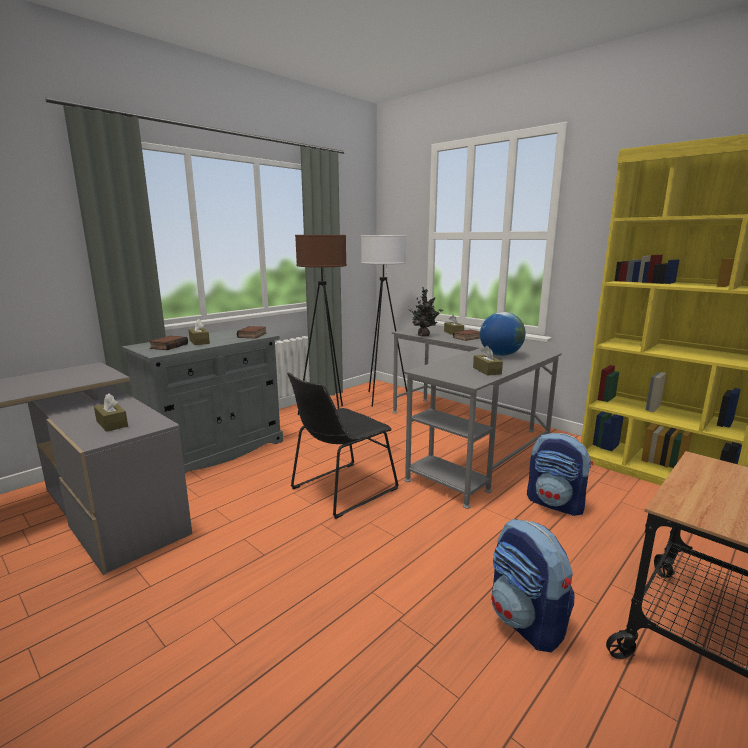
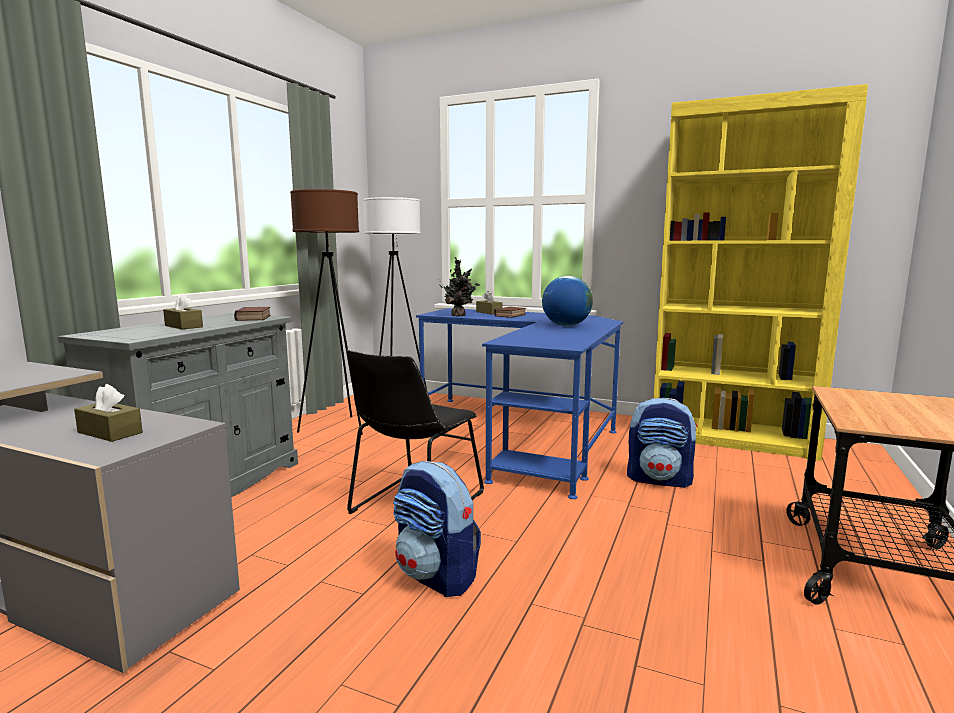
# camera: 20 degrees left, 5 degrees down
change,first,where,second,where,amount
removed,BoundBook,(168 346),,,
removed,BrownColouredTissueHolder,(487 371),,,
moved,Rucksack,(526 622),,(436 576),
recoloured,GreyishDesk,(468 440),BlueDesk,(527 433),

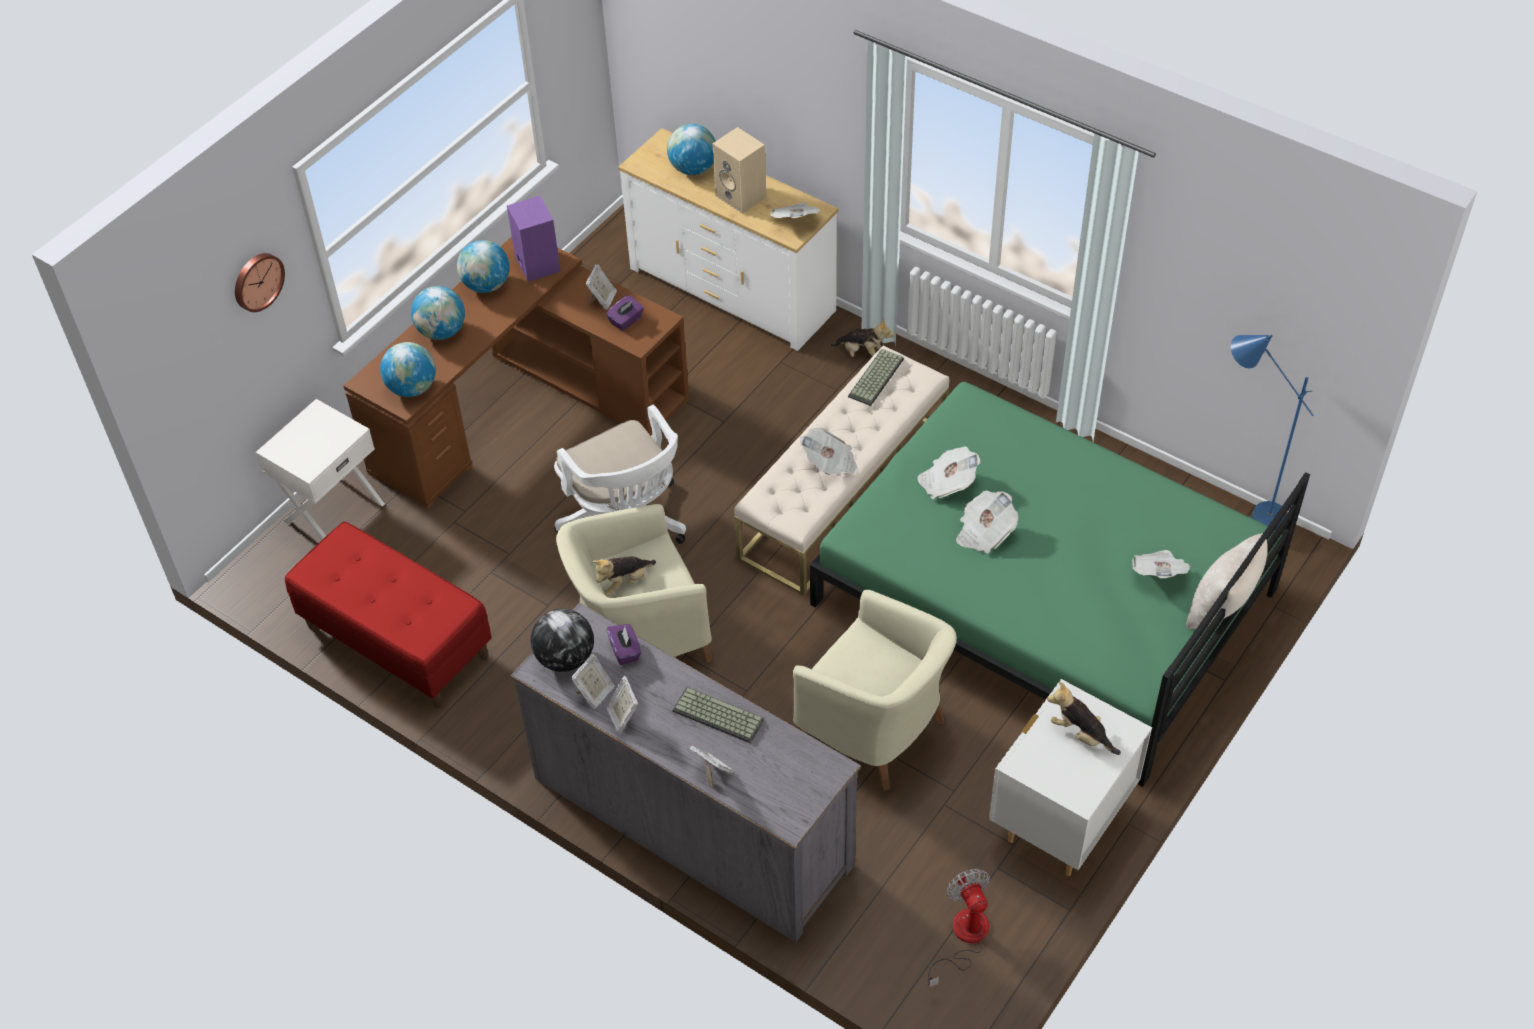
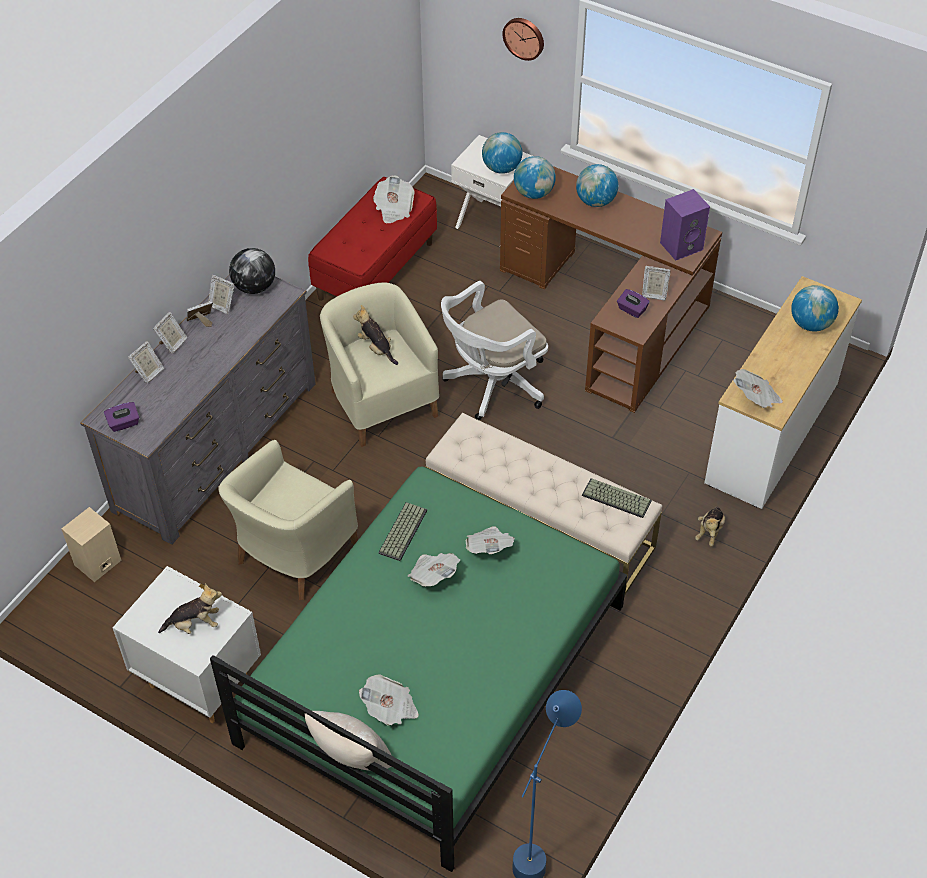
# camera: 85 degrees right, 0 degrees up
change,first,where,second,where,amount
removed,ElectricFan,(963 938),,,
added,,,PictureFrame,(172 344),
moved,Globe,(486 285),,(501 168),
moved,PurplishTissueHolder,(625 651),,(124 423),
moved,ComputerKeyboard,(716 716),,(402 530),
moved,BeigeColouredLoudspeaker,(742 196),,(97 564),
moved,DailyPaper,(830 463),,(394 209),
turned,CuddlyToy,(1080 734),,(195 624),45 degrees clockwise

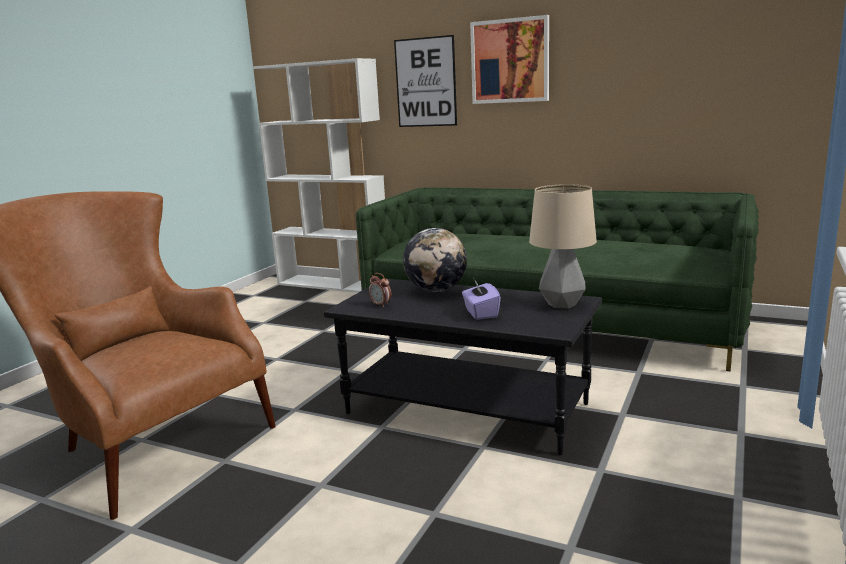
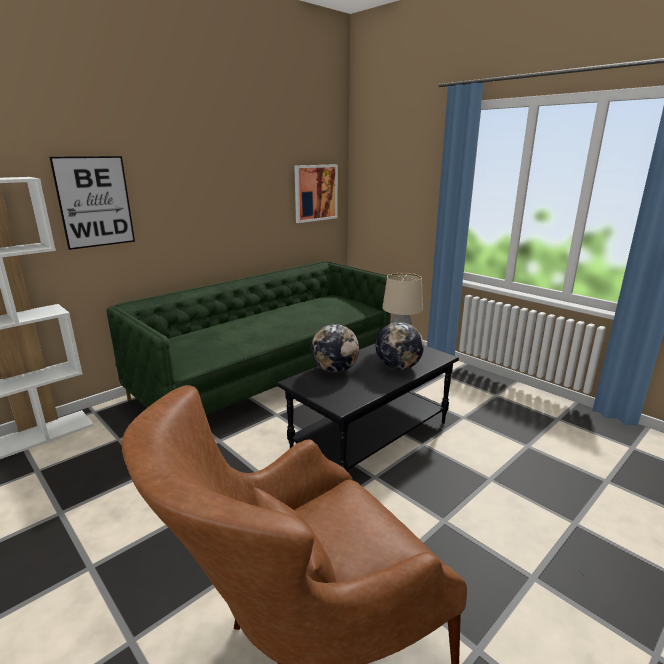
# camera: 70 degrees left, 5 degrees up
change,first,where,second,where,amount
removed,TableClock,(381 305),,,
moved,WallPicture,(510 61),,(315 193),
replaced,PurplishTissueHolder,(480 313),Globe,(398 367),

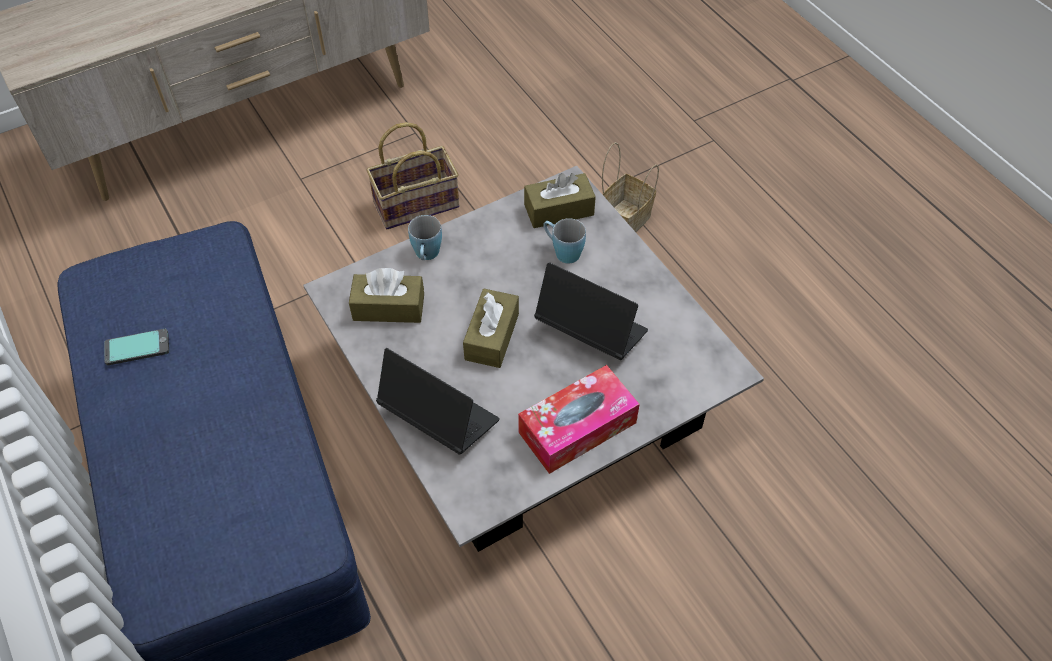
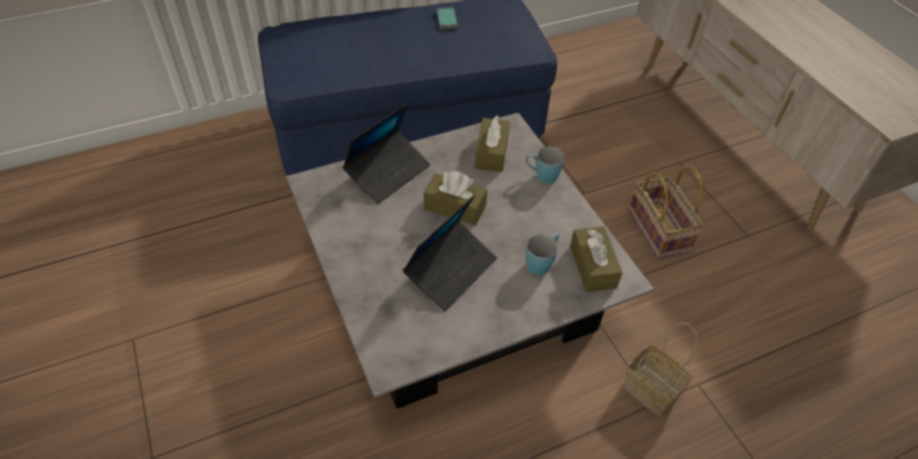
# camera: 95 degrees right, 5 degrees down
change,first,where,second,where,amount
removed,TissueHolder,(577 427),,,

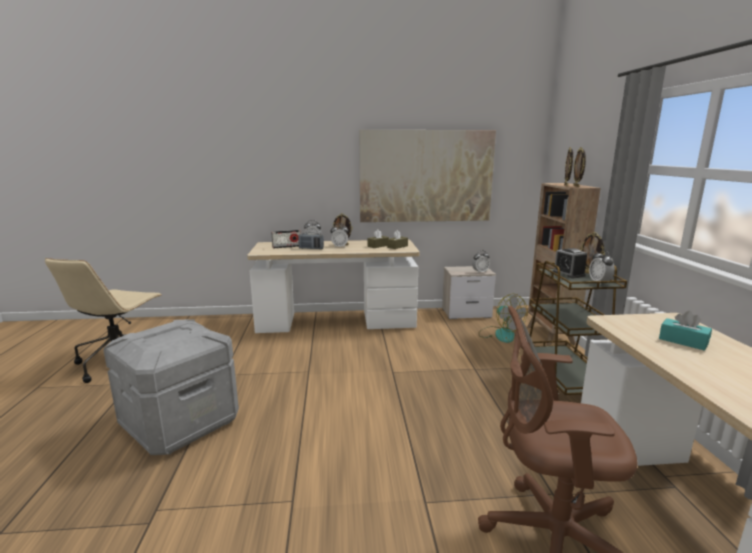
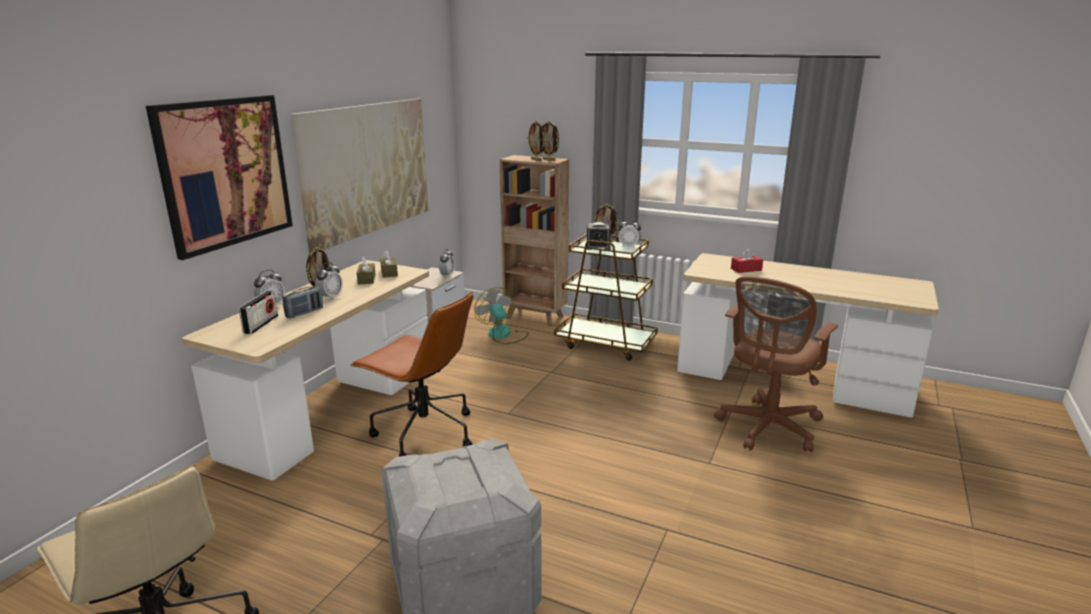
# camera: 60 degrees left, 5 degrees up
change,first,where,second,where,amount
added,,,WallPicture,(225 173),
added,,,BrownColouredOfficeChair,(423 433),
recoloured,TurquoiseColouredTissueHolder,(683 341),RedColouredTissueHolder,(746 269),
turned,ElectricFan,(500 334),,(503 335),120 degrees counterclockwise

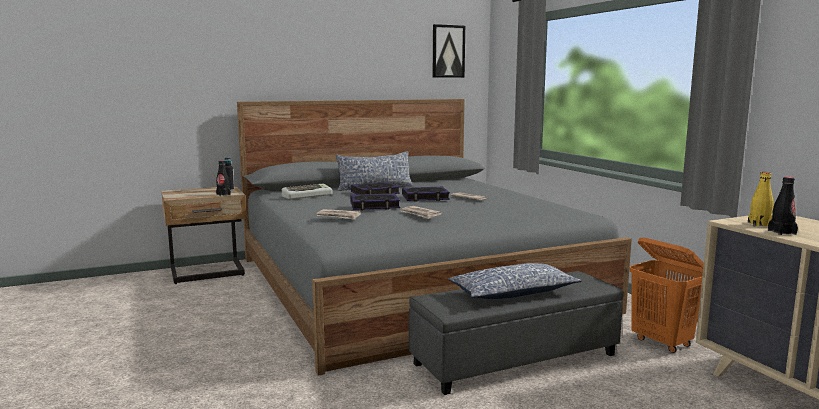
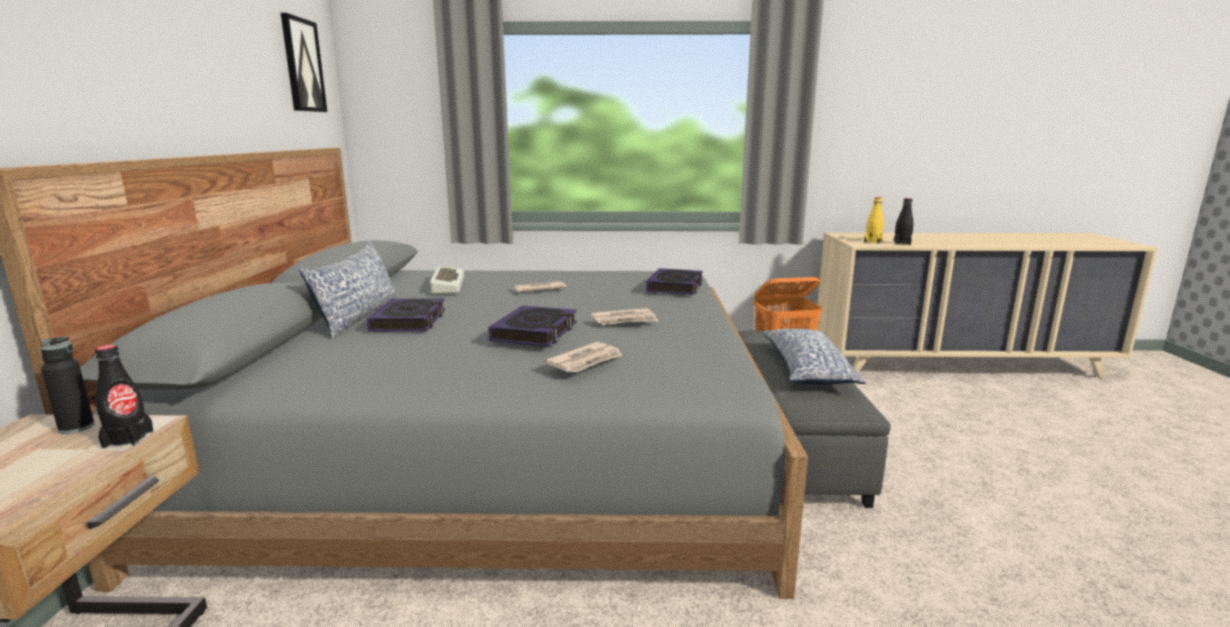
# camera: 65 degrees left, 5 degrees up
change,first,where,second,where,amount
moved,ComputerKeyboard,(307 195),,(446 286),
moved,BoundBook,(425 197),,(675 287),

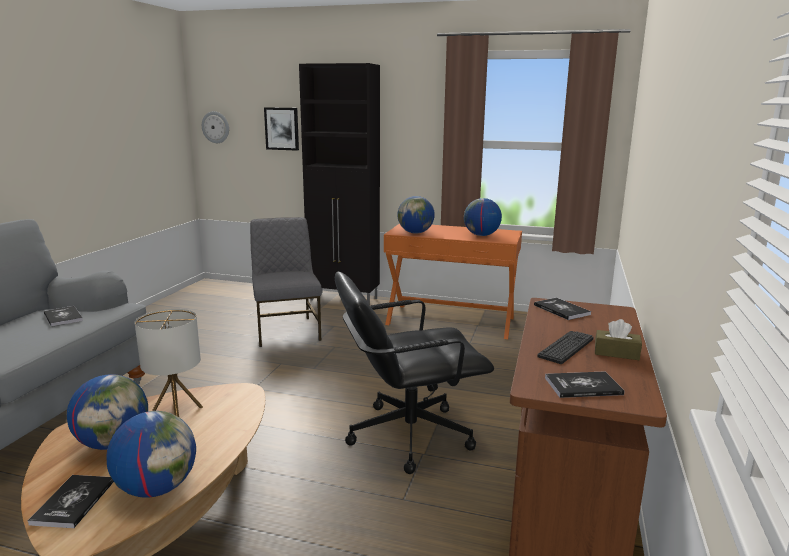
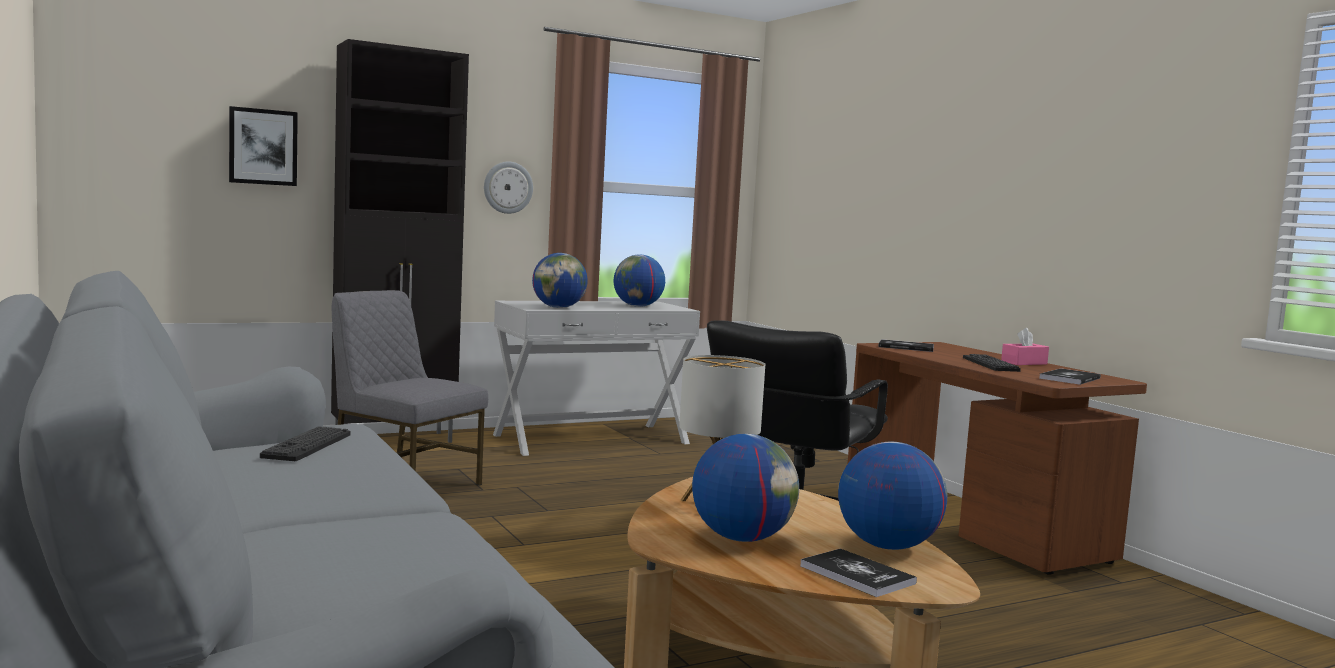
# camera: 45 degrees left, 10 degrees down
change,first,where,second,where,amount
moved,WallClock,(216 127),,(508 187),
replaced,BoundBook,(63 317),ComputerKeyboard,(307 445),
recoloured,OrangeConsoleTable,(451 321),WhiteColouredConsoleTable,(591 439),
recoloured,BrownColouredTissueHolder,(616 353),PinkColouredTissueHolder,(1024 363),

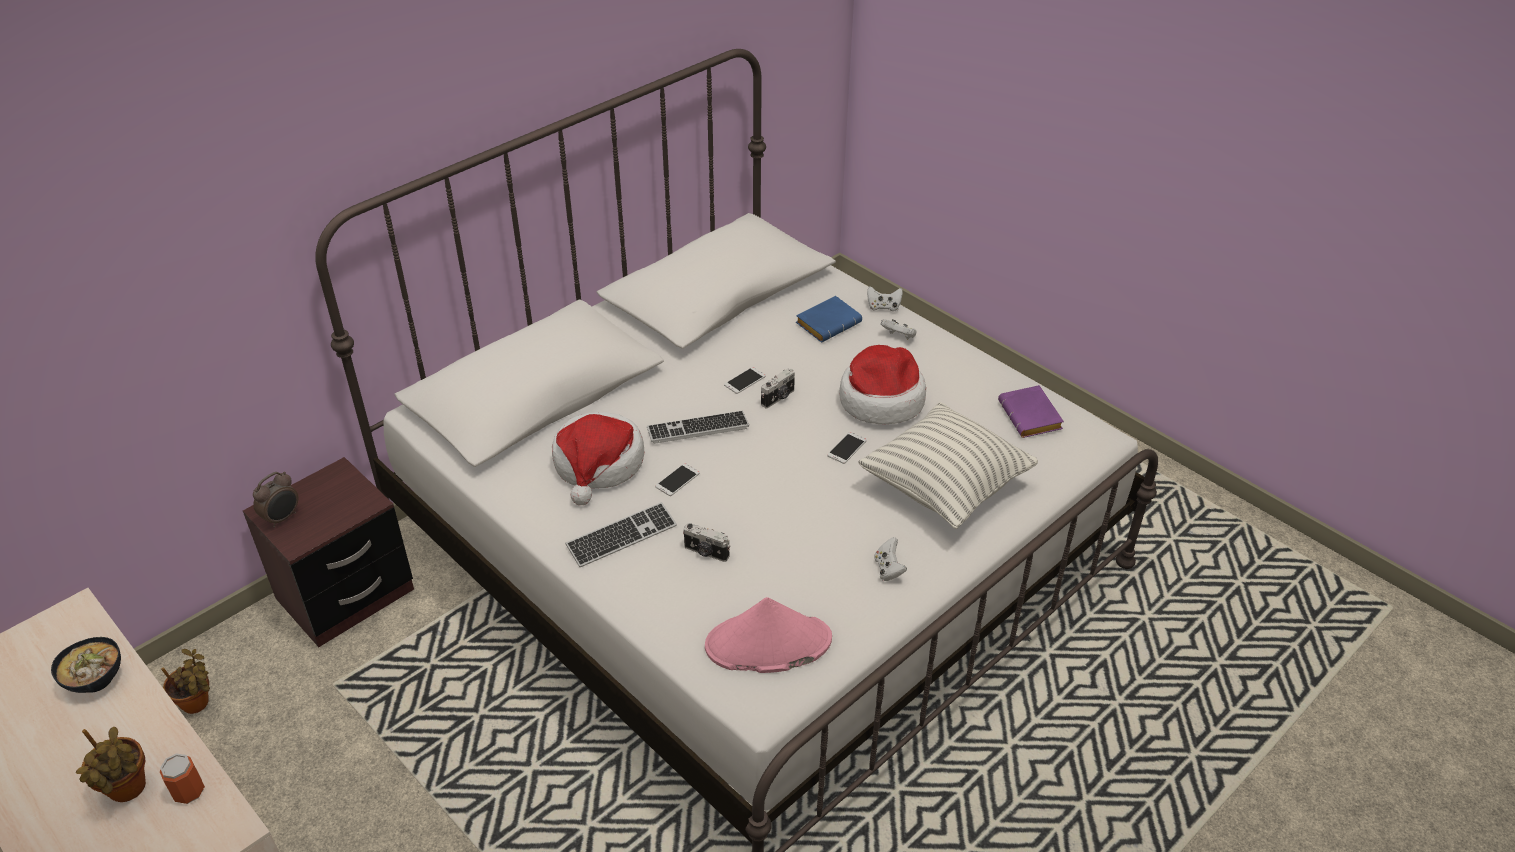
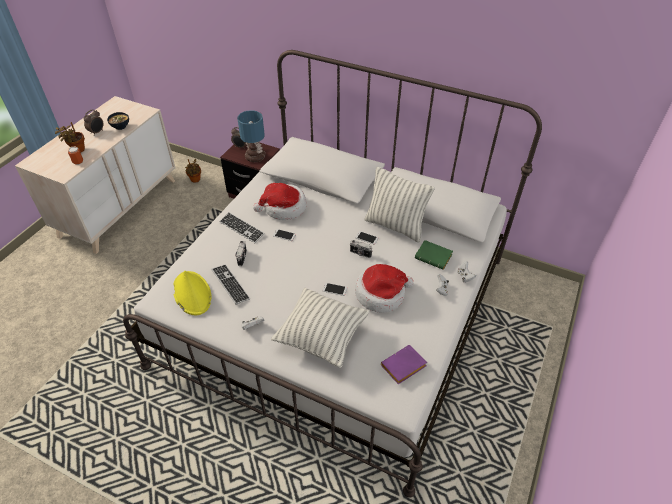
# camera: 70 degrees right, 5 degrees up
change,first,where,second,where,amount
added,,,TableClock,(97 132),
added,,,TabletopLamp,(254 157),
added,,,Cushion,(395 226),
moved,ComputerKeyboard,(698 428),,(230 285),
recoloured,PinkColouredHat,(767 644),YellowHat,(192 293),
recoloured,BlueBoundBook,(828 322),GreenColouredBoundBook,(434 257),

